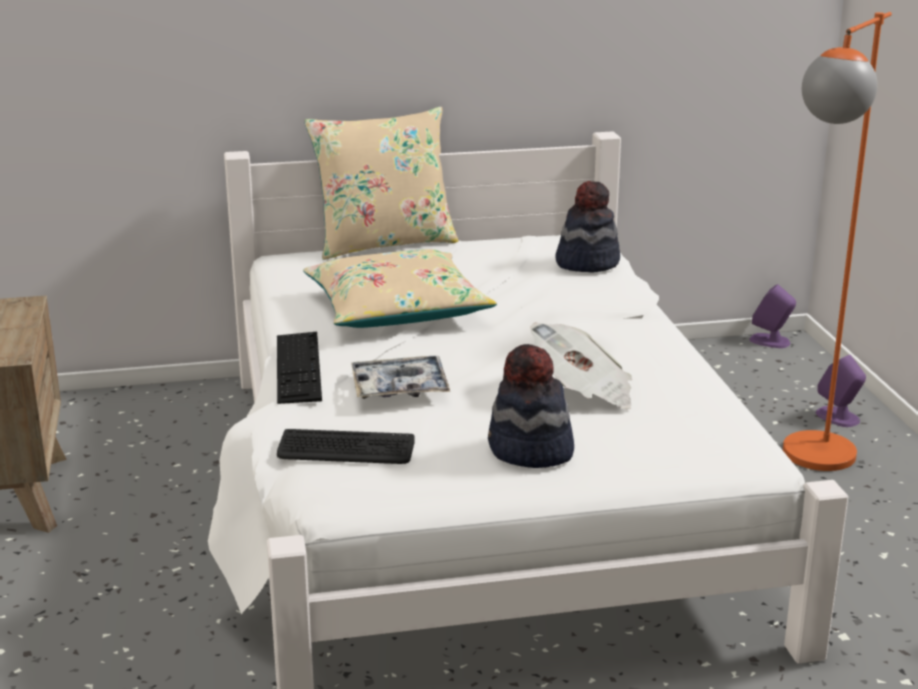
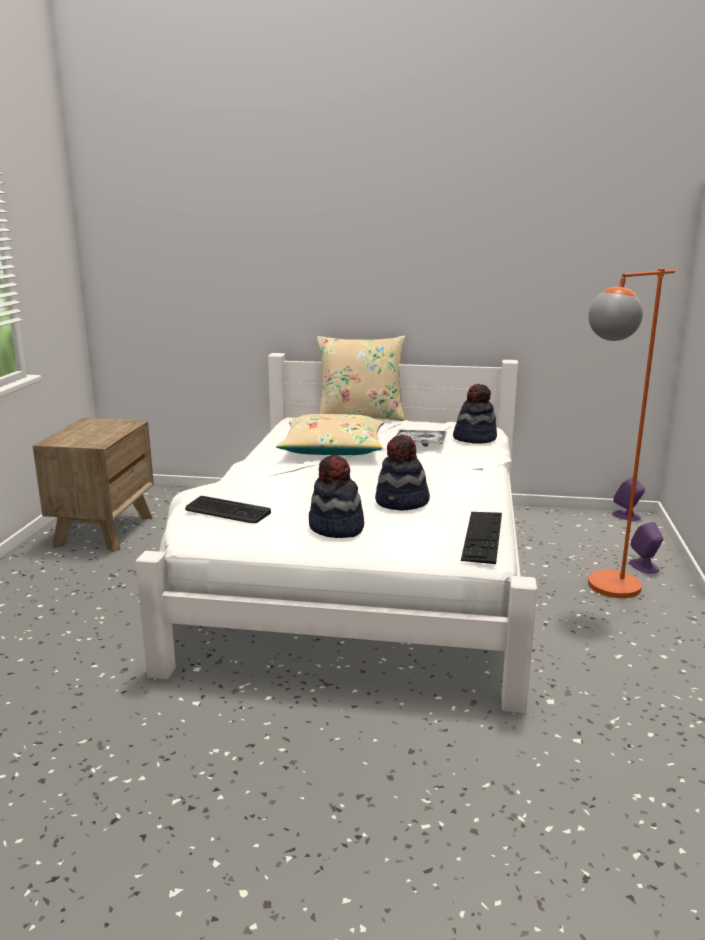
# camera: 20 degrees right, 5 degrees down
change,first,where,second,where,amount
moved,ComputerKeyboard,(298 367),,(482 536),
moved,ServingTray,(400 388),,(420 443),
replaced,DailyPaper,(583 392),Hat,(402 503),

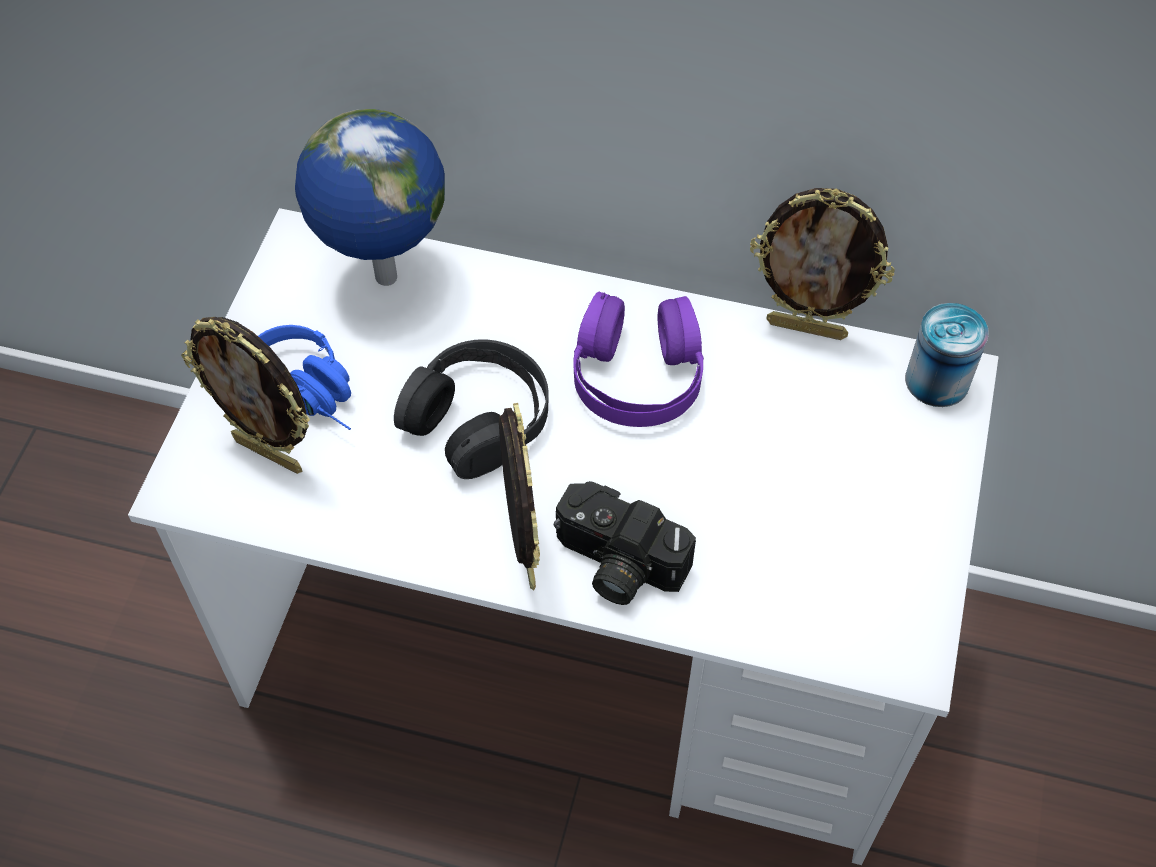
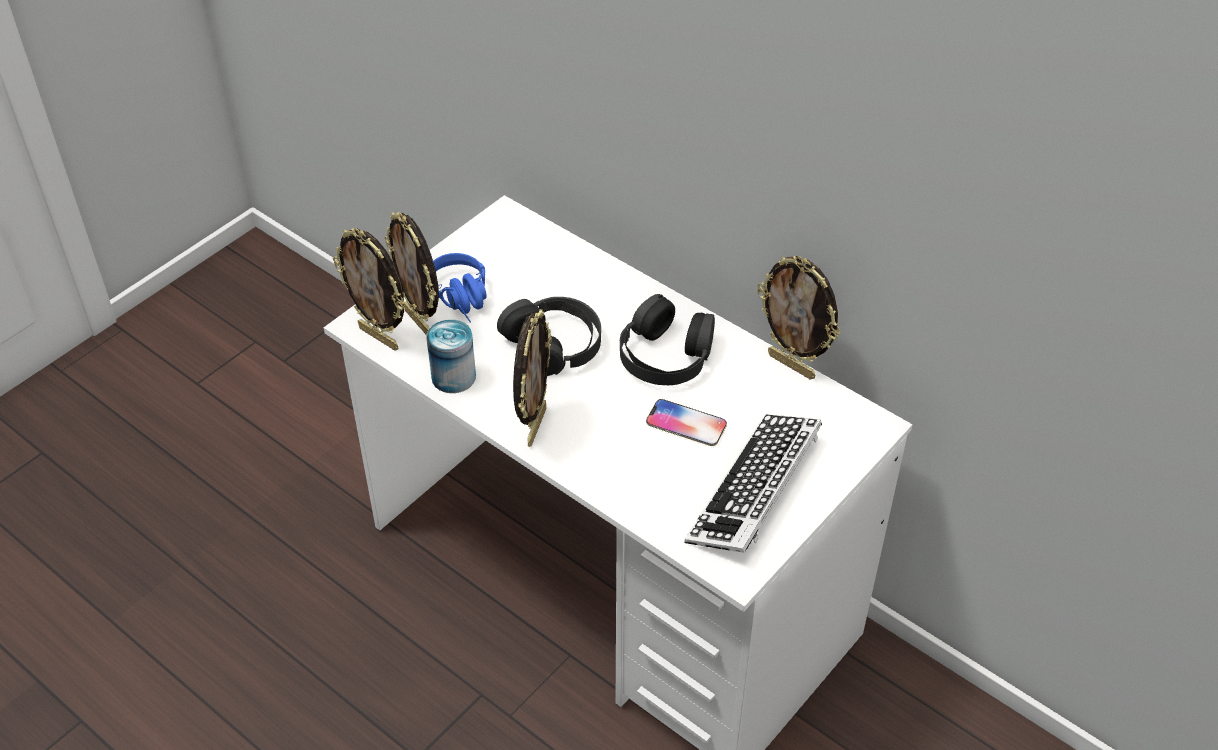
# camera: 25 degrees right, 10 degrees down
change,first,where,second,where,amount
removed,Globe,(384 278),,,
removed,StillCamera,(616 564),,,
added,,,PictureFrame,(380 337),
added,,,Telephone,(686 423),
added,,,ComputerKeyboard,(755 490),
moved,SealedCan,(937 380),,(453 377),
recoloured,PurplishPairOfHeadphones,(637 373),BlackPairOfHeadphones,(666 354),

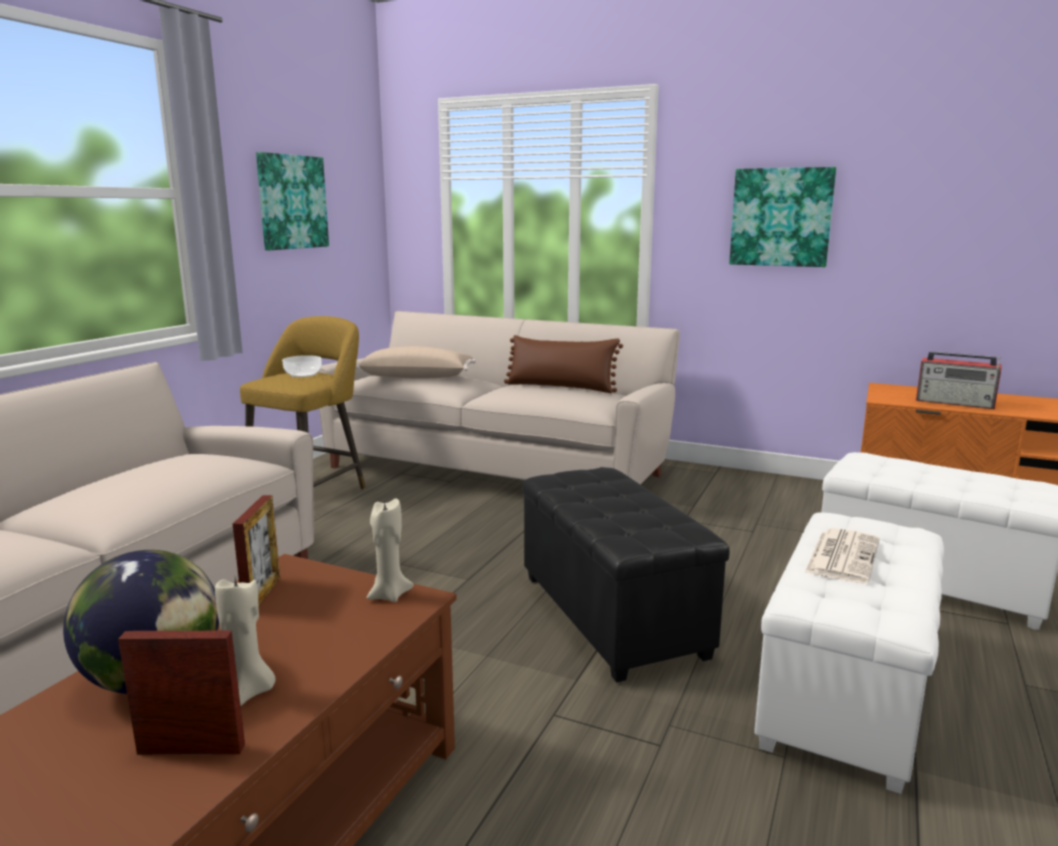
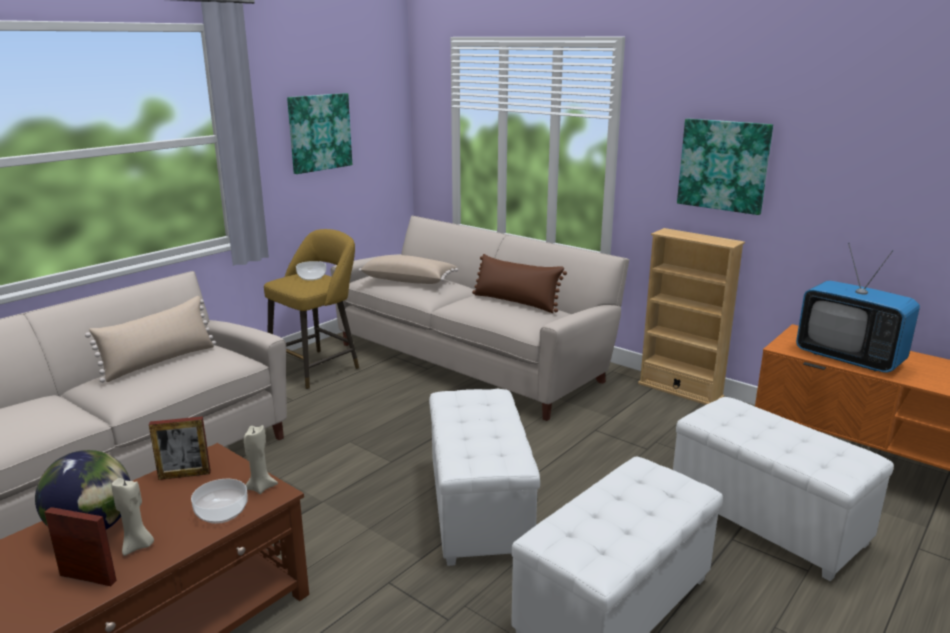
# camera: 15 degrees right, 5 degrees up
change,first,where,second,where,amount
removed,DailyPaper,(842 556),,,
added,,,BeigeColouredCushion,(160 362),
added,,,Bowl,(222 512),
added,,,BeigeColouredBookcase,(680 390),
replaced,RadioSet,(956 403),TvSet,(849 358),
recoloured,BlackFootrest,(613 616),WhiteColouredFootrest,(480 510),
turned,PictureFrame,(262 595),,(184 475),60 degrees clockwise

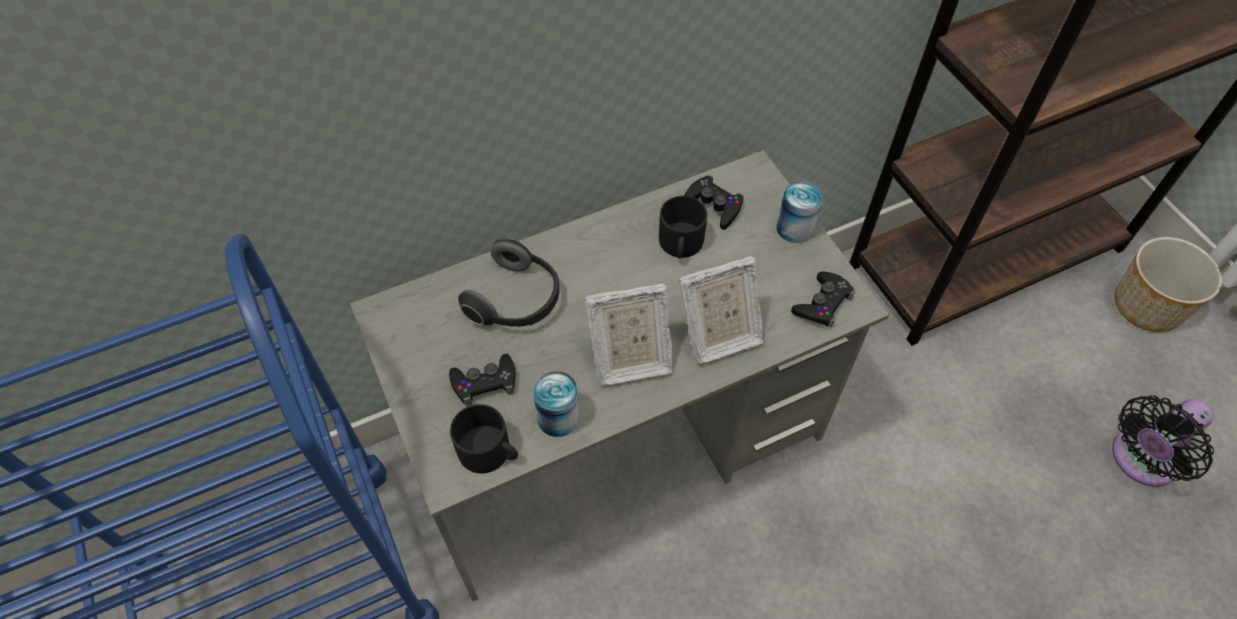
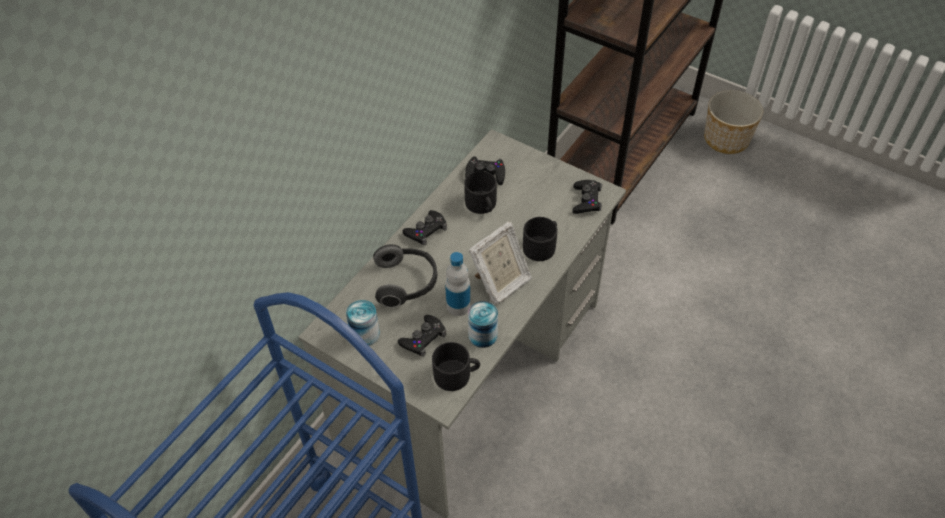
# camera: 30 degrees left, 5 degrees down
change,first,where,second,where,amount
removed,BlackElectricFan,(1139 460),,,
added,,,BlackJoypad,(426 230),
added,,,Bottle,(458 306),
moved,SealedCan,(794 228),,(365 334),
replaced,PictureFrame,(718 336),BlackMug,(541 245),

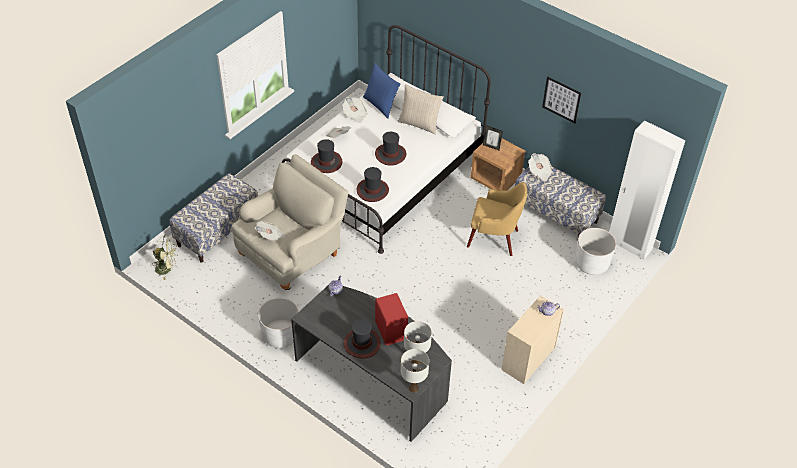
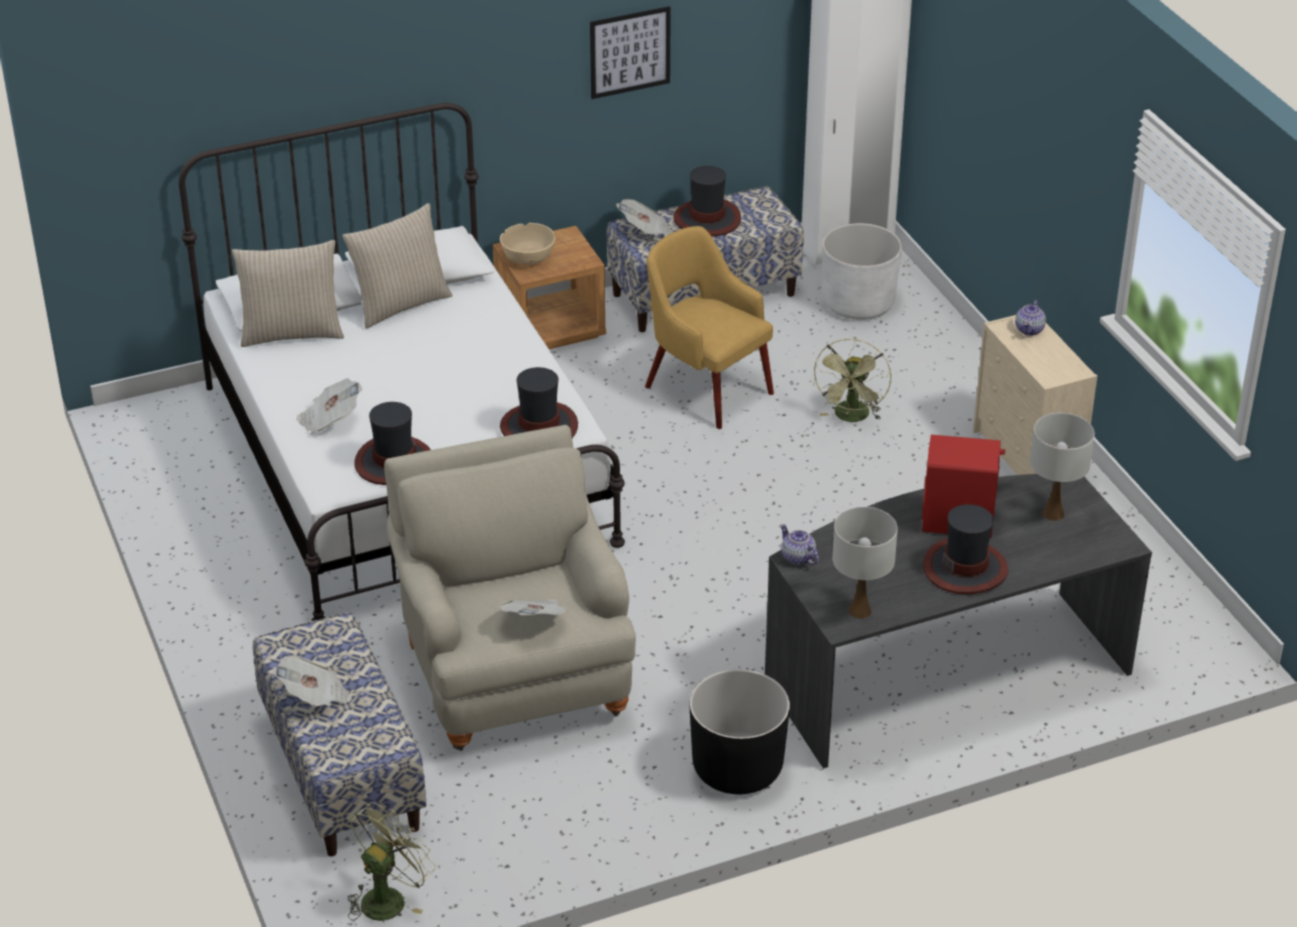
# camera: 60 degrees left, 10 degrees down
change,first,where,second,where,amount
added,,,GreenColouredElectricFan,(851 417),
moved,DailyPaper,(355 115),,(314 696),
moved,Hat,(390 154),,(707 219),
moved,WhiteColouredTabletopLamp,(413 388),,(859 611),
replaced,PictureFrame,(491 146),BeigeColouredBowl,(528 258),
recoloured,WhiteColouredPlantPot,(281 335),BlackPlantPot,(737 767),
recoloured,BlueCushion,(381 105),BeigeColouredCushion,(292 333),
turned,YellowEasyChair,(494 239),,(705 388),90 degrees counterclockwise

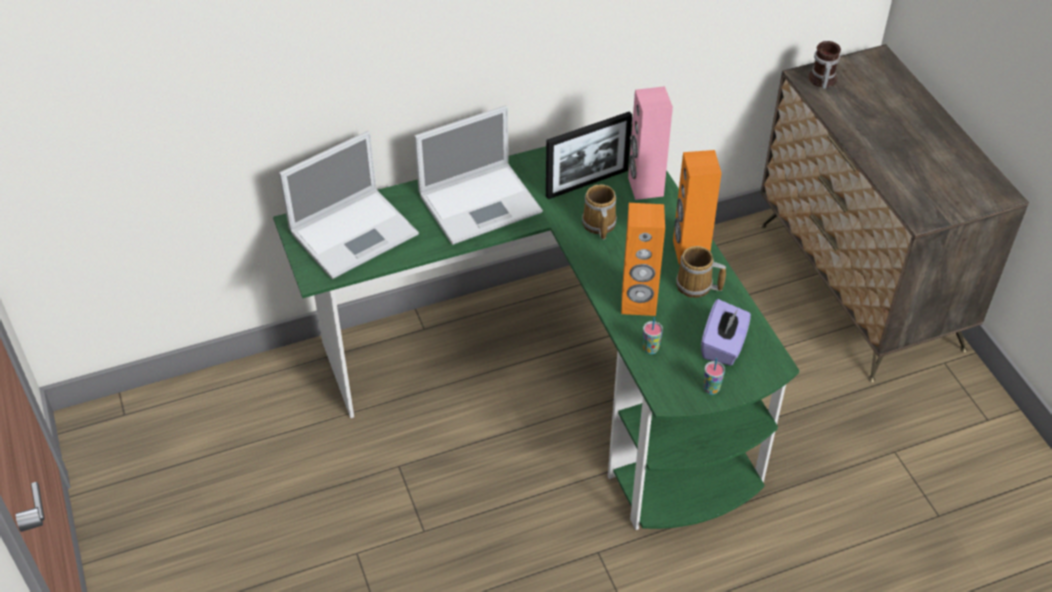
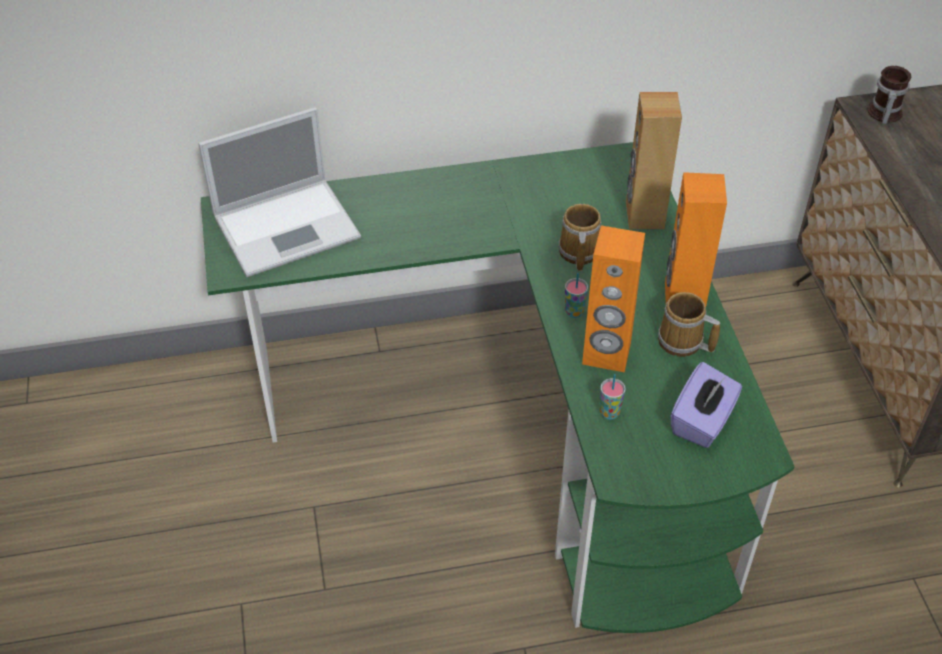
# camera: 10 degrees right, 0 degrees up
change,first,where,second,where,amount
removed,Laptop,(482 202),,,
removed,PictureFrame,(587 183),,,
moved,SmallCup,(711 389),,(574 312),
recoloured,PinkColouredLoudspeaker,(645 187),BrownColouredLoudspeaker,(644 215),

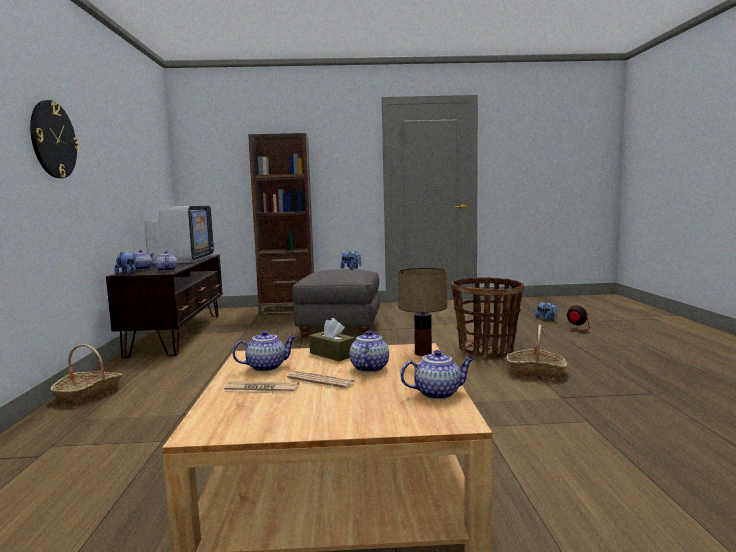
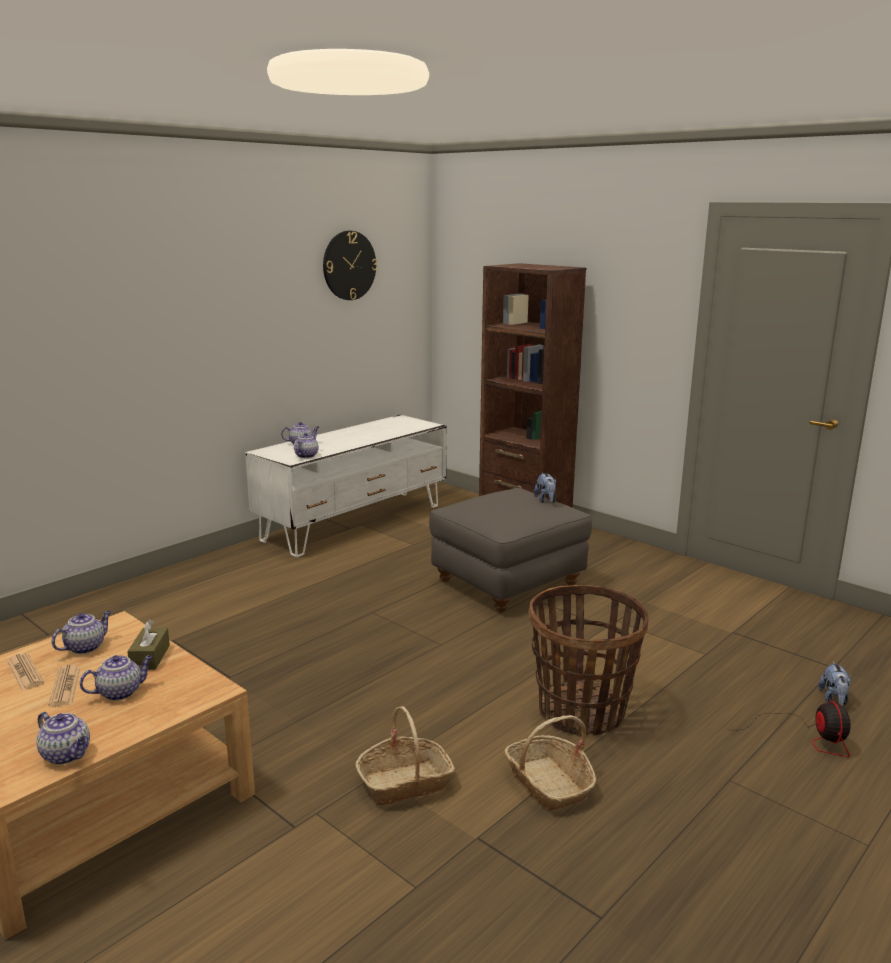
# camera: 45 degrees right, 10 degrees up
change,first,where,second,where,amount
removed,CuddlyToy,(127 273),,,
removed,TvSet,(183 259),,,
removed,TabletopLamp,(422 353),,,
moved,WallClock,(53 139),,(349 265),
moved,HouseholdBasket,(89 394),,(405 782),
recoloured,BrownColouredTvUnit,(178 334),WhiteColouredTvUnit,(354 522),
turned,PotForTea,(267 367),,(85 647),75 degrees counterclockwise

